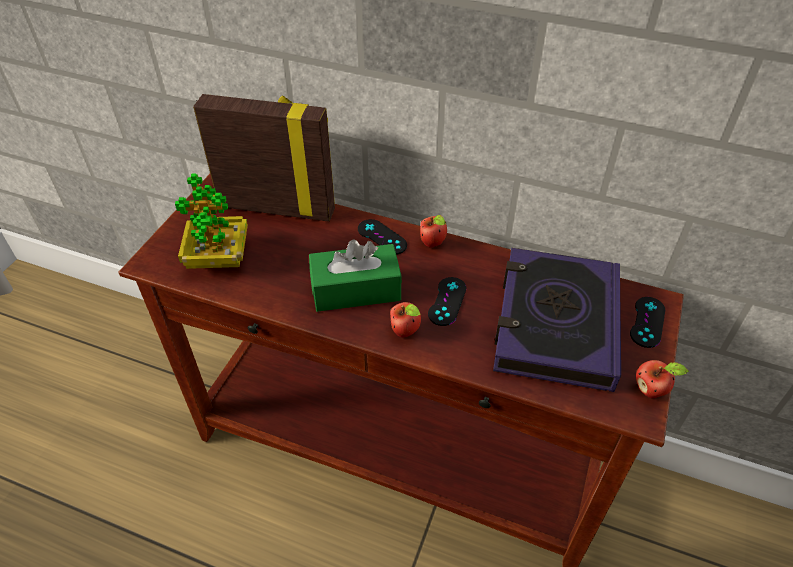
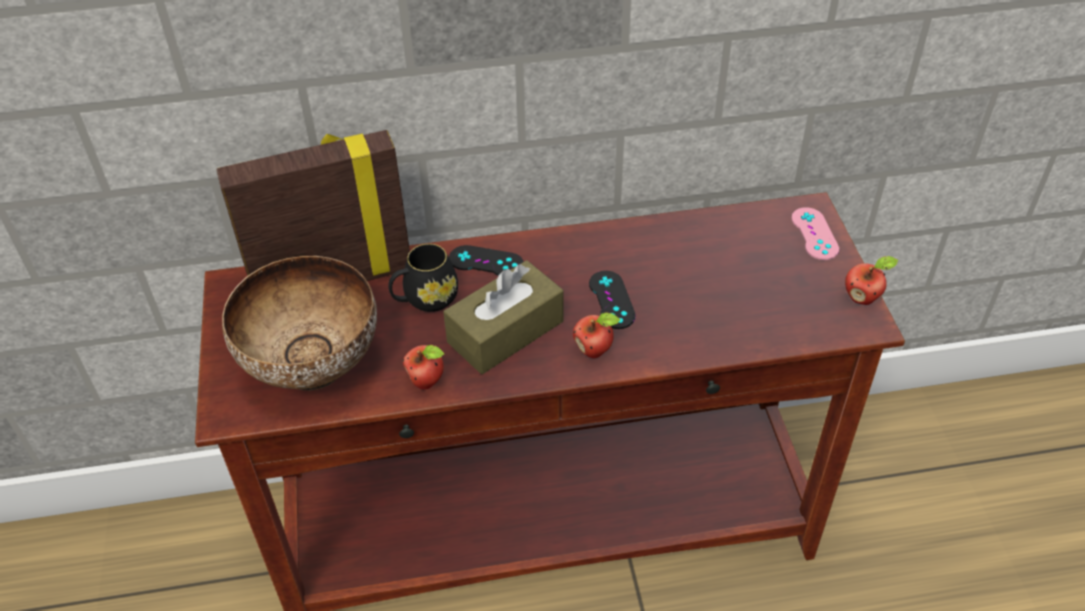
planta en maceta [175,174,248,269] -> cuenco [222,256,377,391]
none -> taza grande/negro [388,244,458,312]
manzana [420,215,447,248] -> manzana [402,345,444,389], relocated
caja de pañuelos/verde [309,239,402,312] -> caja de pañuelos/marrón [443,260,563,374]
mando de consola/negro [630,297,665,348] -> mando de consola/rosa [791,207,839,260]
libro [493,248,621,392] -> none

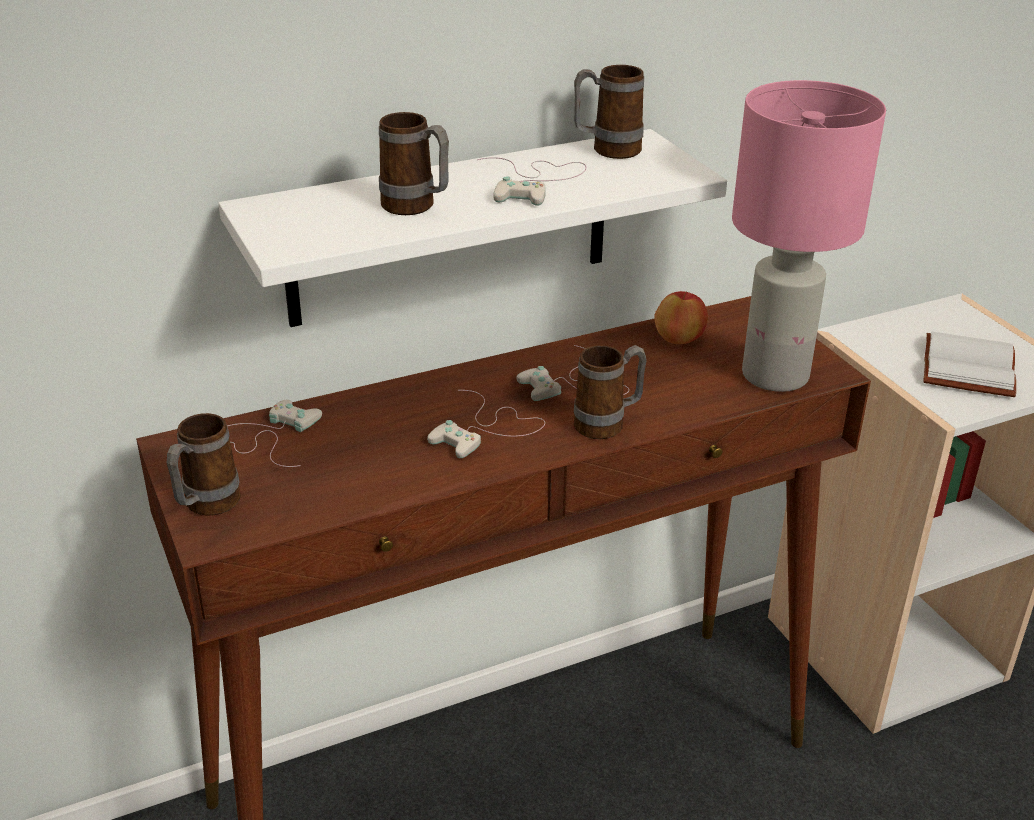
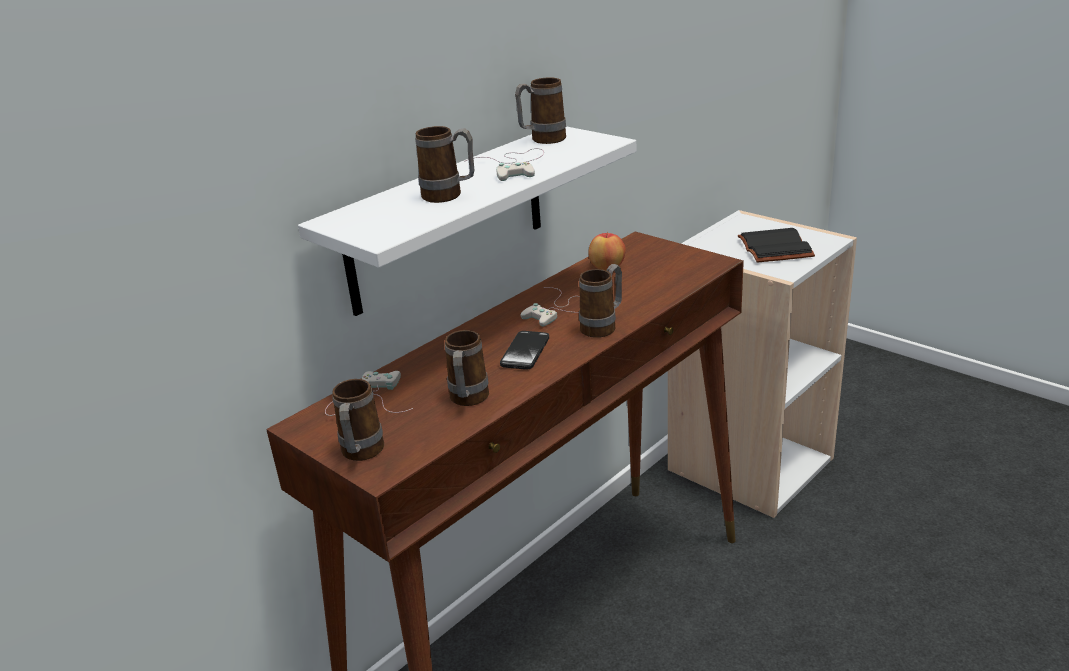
none -> taza grande [445,330,489,406]
mando de consola/blanco [427,390,545,458] -> móvil [500,331,549,370]
libro/blanco [923,331,1016,397] -> libro/negro [738,228,815,263]
lámpara de mesa/rosa [732,80,886,392] -> none

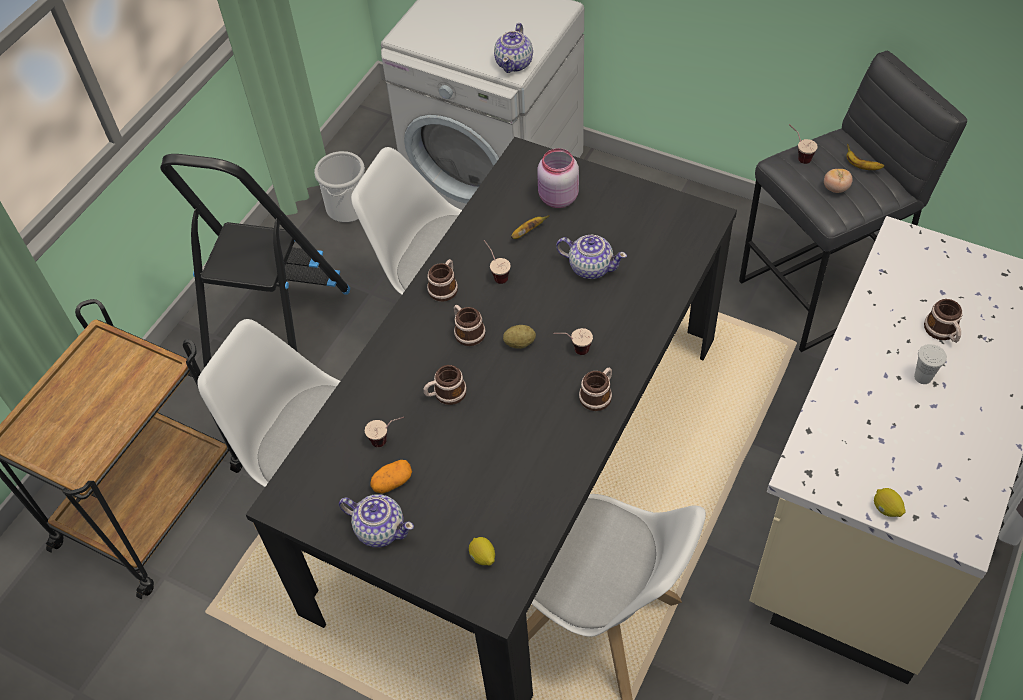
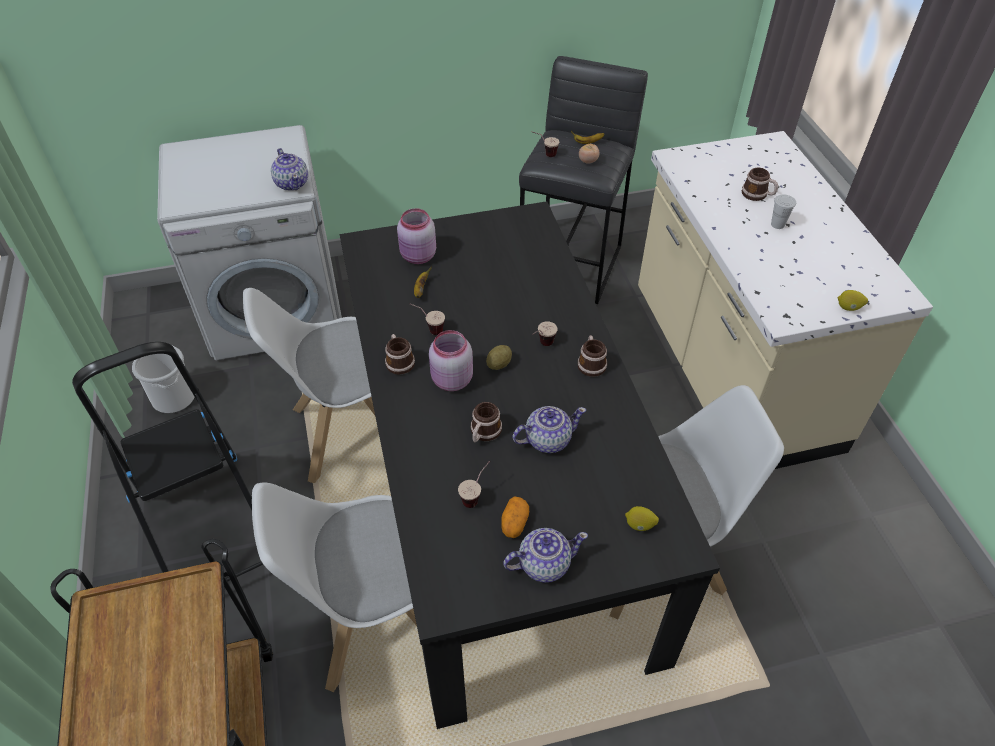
taza grande [454,305,486,346] -> tarro/rosa [429,330,473,391]
tetera [556,235,627,279] -> tetera [512,406,586,453], relocated

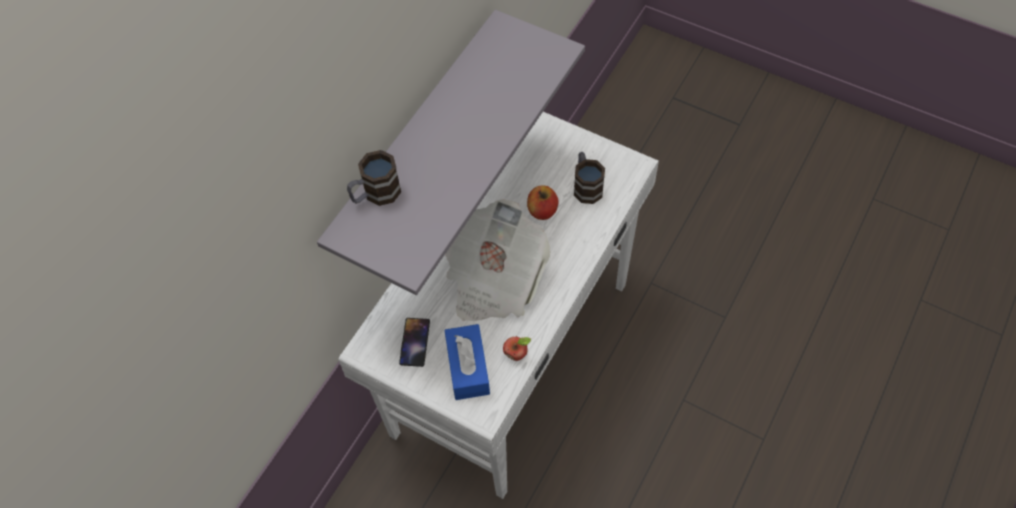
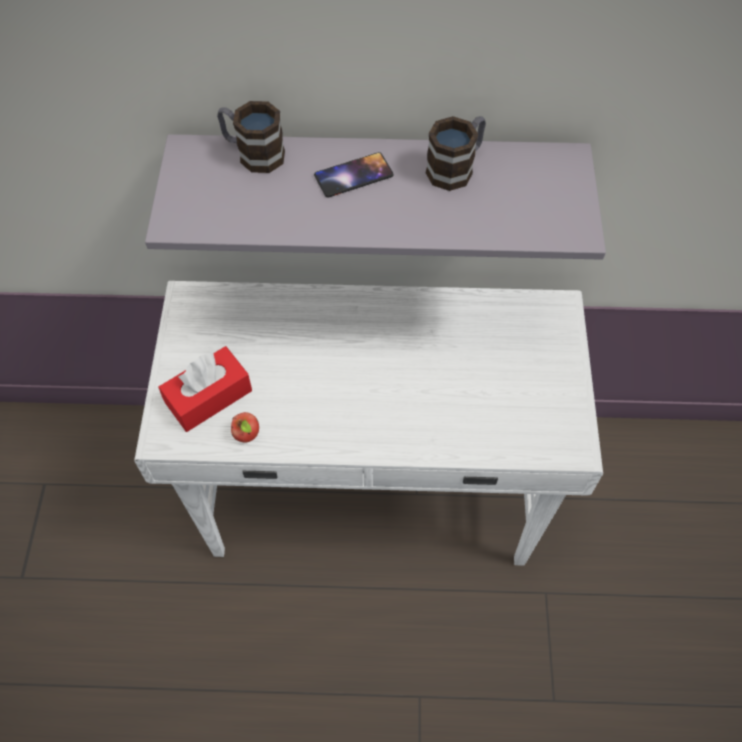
caja de pañuelos/azul [444,324,490,400] -> caja de pañuelos/rojo [158,346,252,432]
móvil [399,318,430,367] -> móvil [314,152,394,197], relocated
taza grande [574,152,605,204] -> taza grande [425,116,486,191], relocated
periódico [445,200,550,321] -> none
manzana [527,185,559,220] -> none

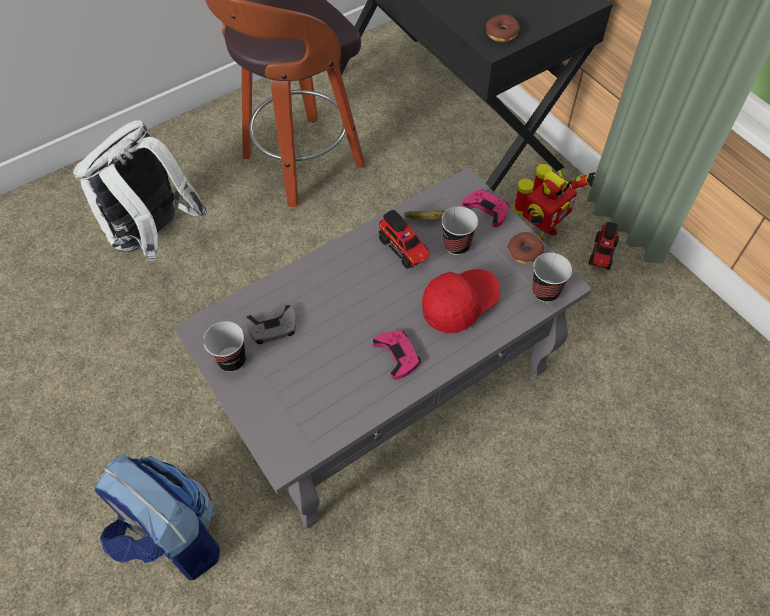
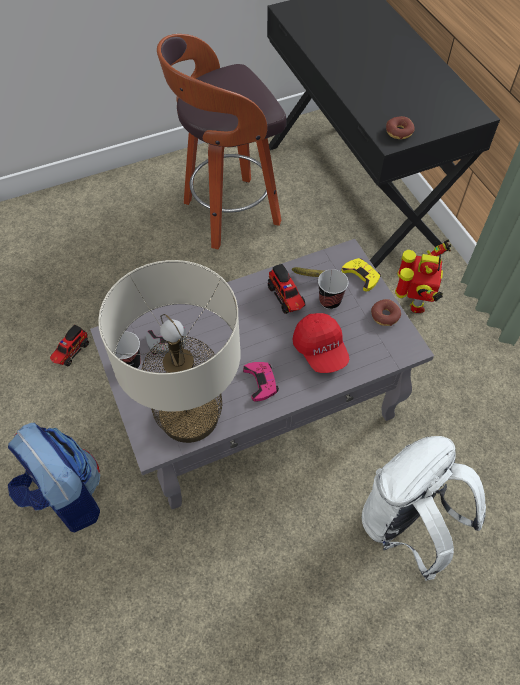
camión de juguete [588,222,619,270] -> camión de juguete [50,325,89,366], relocated
none -> lámpara de mesa [98,260,241,443]
gorra/rojo [422,269,500,333] -> gorra/rojo [292,313,349,373], 90 degrees clockwise
mando de consola/rosa [462,189,510,227] -> mando de consola/amarillo [341,258,381,292]
mochila/blanco [73,120,208,261] -> mochila/blanco [362,436,486,581], relocated
robot de juguete [513,164,596,241] -> robot de juguete [395,239,451,313], 45 degrees counterclockwise
taza [532,253,572,302] -> none

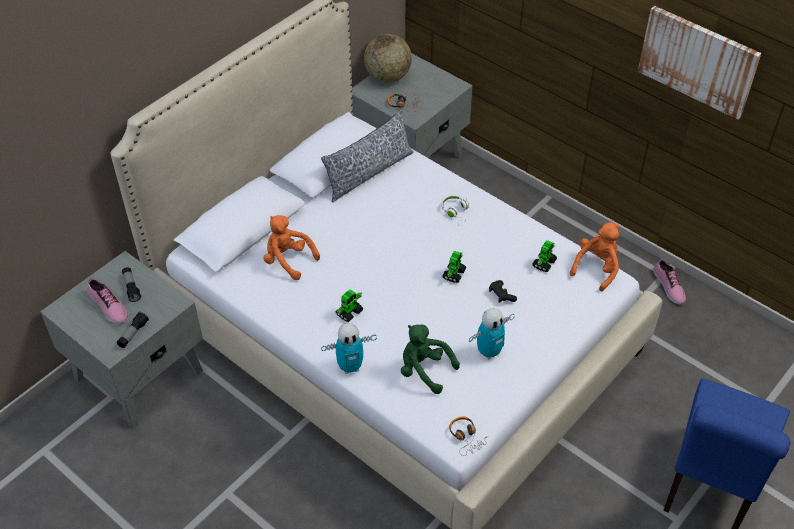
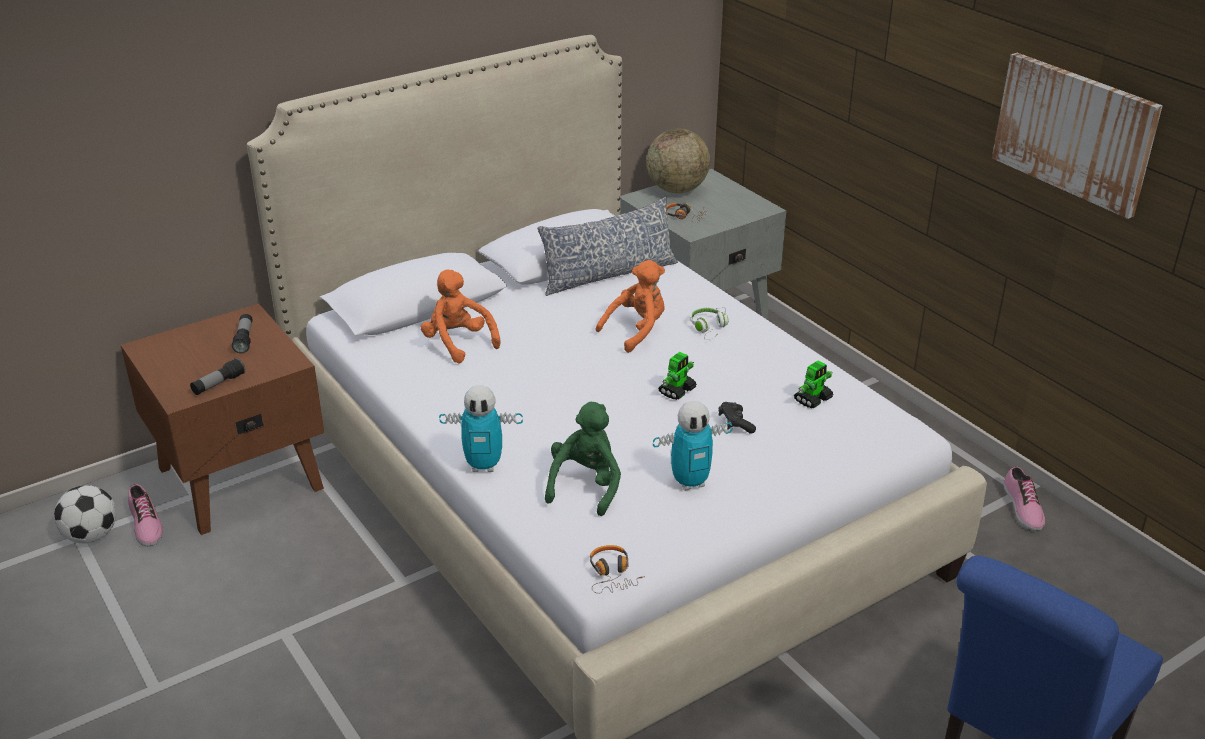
none -> balón de fútbol [54,485,116,543]
mesita de noche/gris [40,251,203,429] -> mesita de noche/marrón [121,304,324,535]
zapato [88,279,128,324] -> zapato [128,484,164,546], relocated
peluche/verde [401,325,460,394] -> peluche/verde [545,402,621,516], 60 degrees clockwise
peluche/naranja [570,223,619,291] -> peluche/naranja [596,260,665,353], relocated
robot de juguete [335,289,363,322] -> none

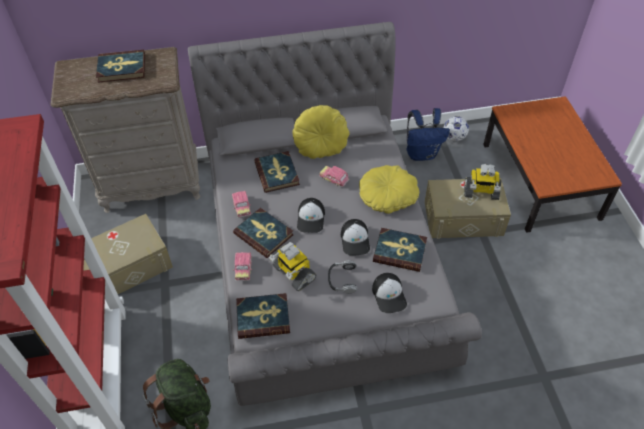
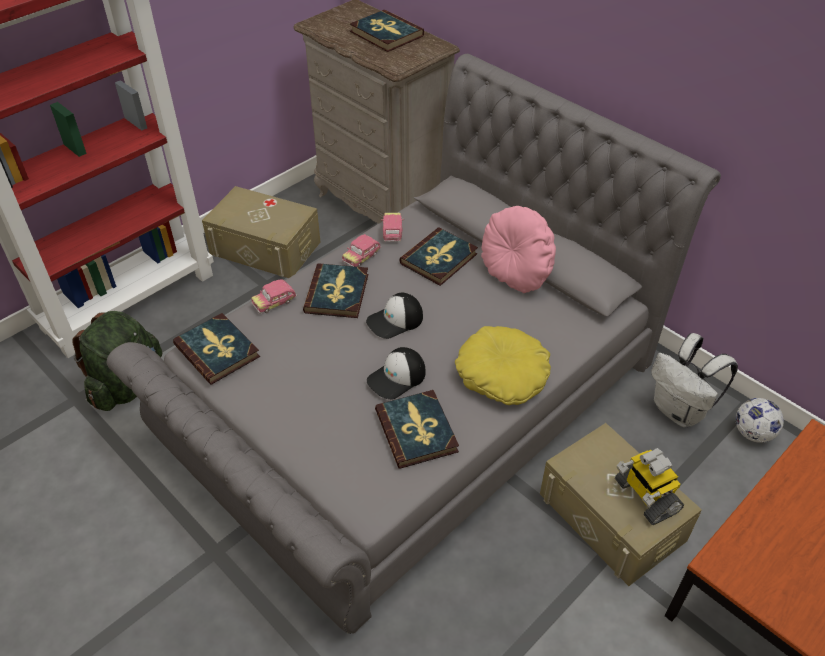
coche de juguete [319,166,349,187] -> coche de juguete [381,213,404,242], relocated
cojín/amarillo [292,105,350,159] -> cojín/rosa [481,206,556,293]
mochila/azul [407,108,450,161] -> mochila/blanco [651,333,738,428]
robot de juguete [269,242,317,291] -> none
auriculares [328,260,357,294] -> none
gorra [372,273,407,313] -> none

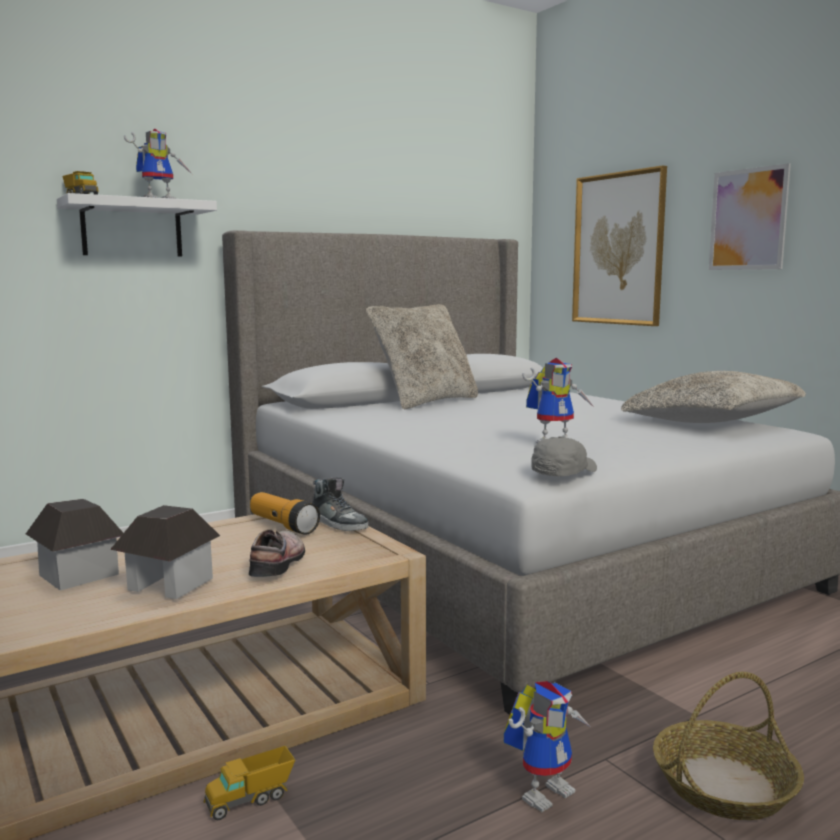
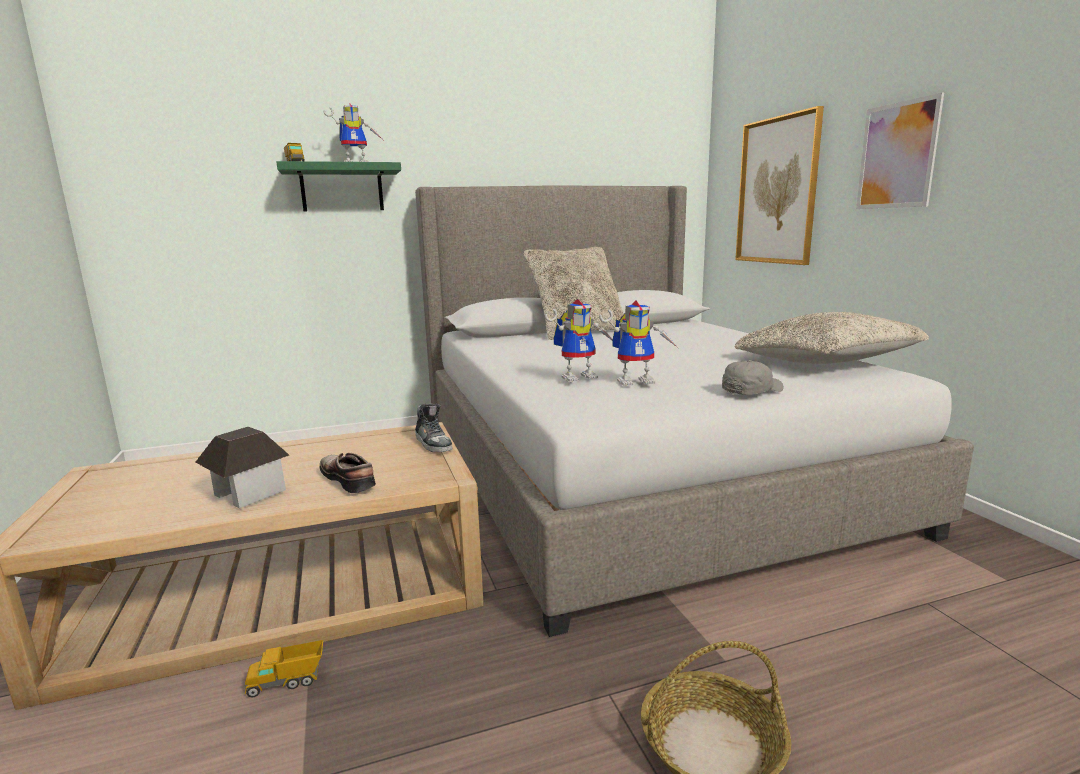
estante/blanco [57,193,217,257] -> estante/verde [276,161,401,212]
zapato [249,529,305,577] -> zapato [320,453,376,493], 60 degrees counterclockwise
robot de juguete [504,681,590,813] -> robot de juguete [545,299,613,382], relocated
gorra/gris [531,436,597,477] -> gorra/gris [722,360,784,395], relocated
casita [26,499,123,591] -> none
linterna [250,492,320,535] -> none

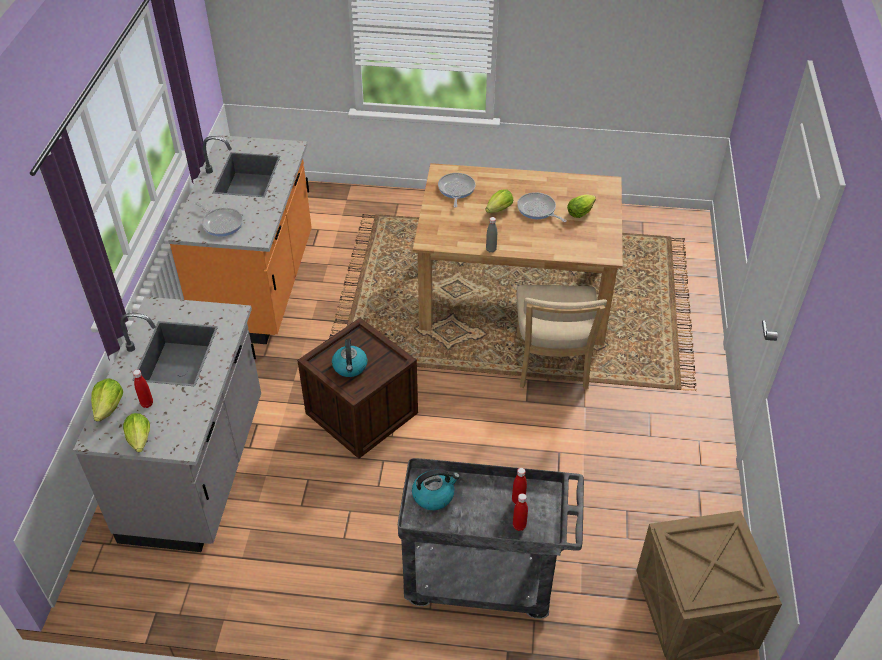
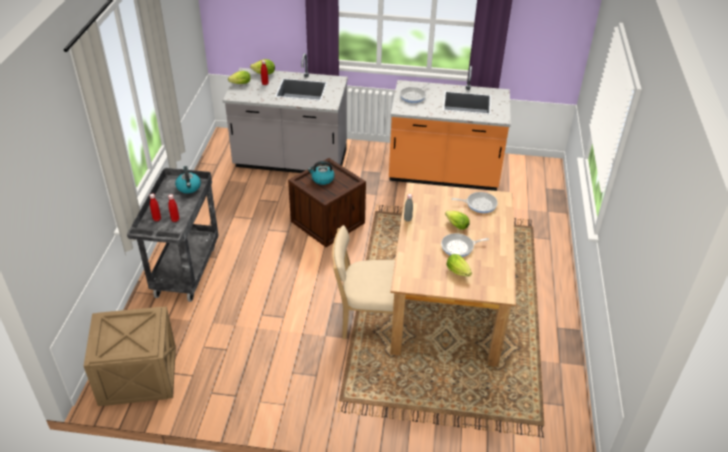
sartén [517,192,567,222] -> sartén [441,233,489,257], 150 degrees counterclockwise

